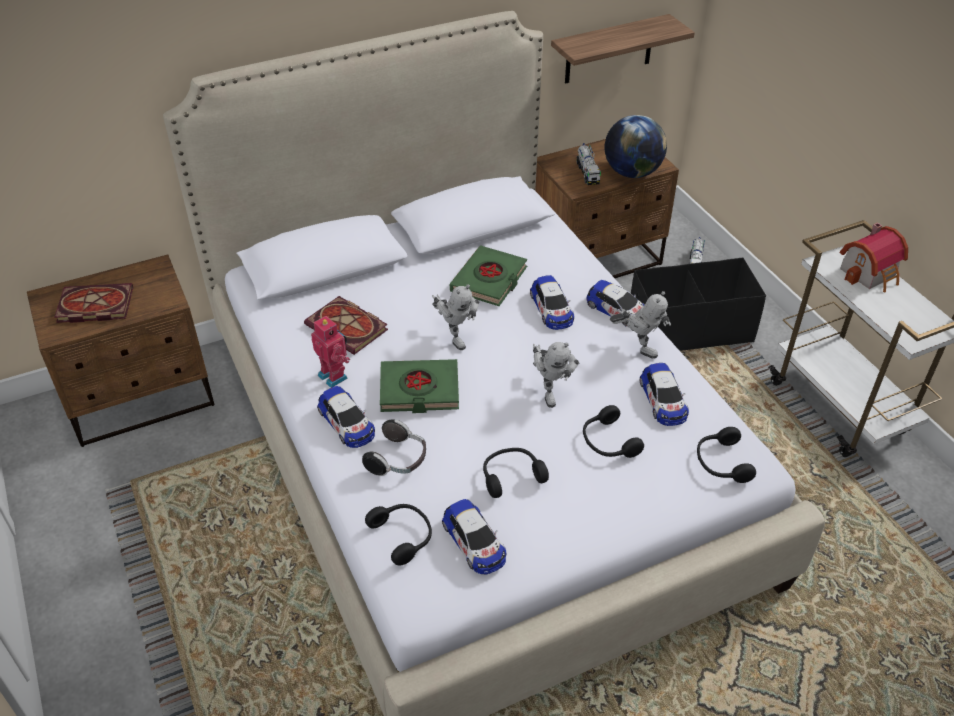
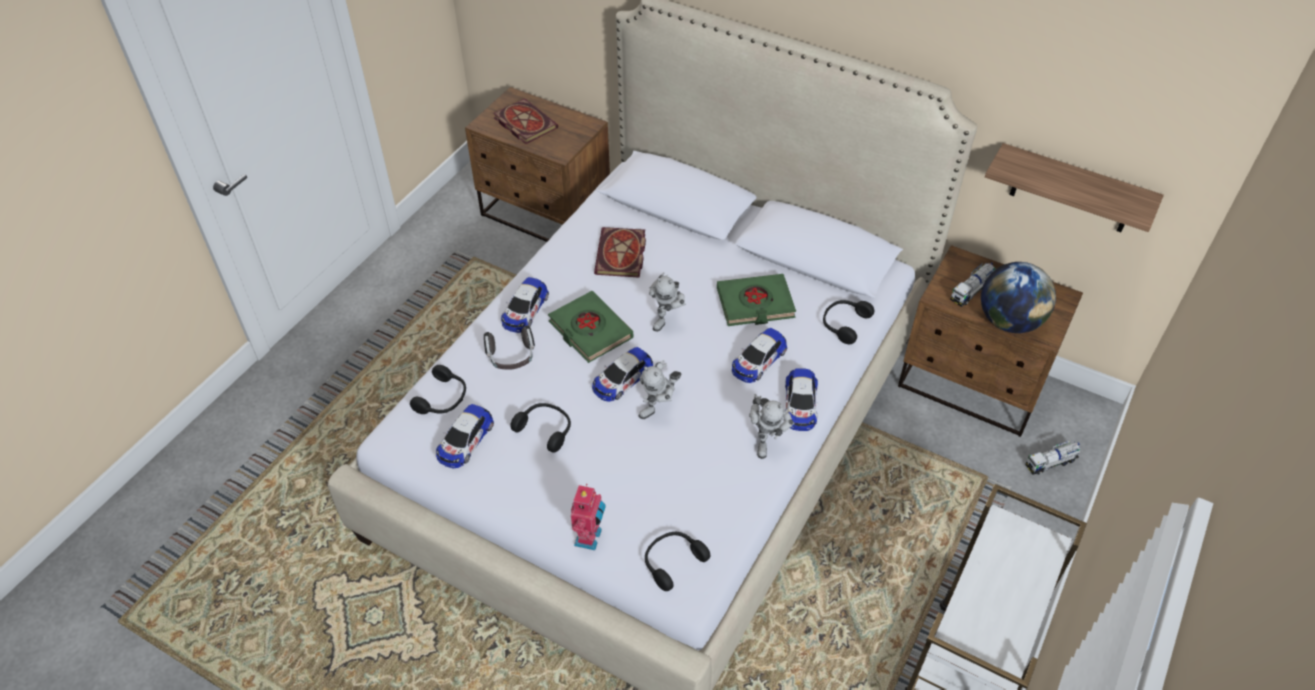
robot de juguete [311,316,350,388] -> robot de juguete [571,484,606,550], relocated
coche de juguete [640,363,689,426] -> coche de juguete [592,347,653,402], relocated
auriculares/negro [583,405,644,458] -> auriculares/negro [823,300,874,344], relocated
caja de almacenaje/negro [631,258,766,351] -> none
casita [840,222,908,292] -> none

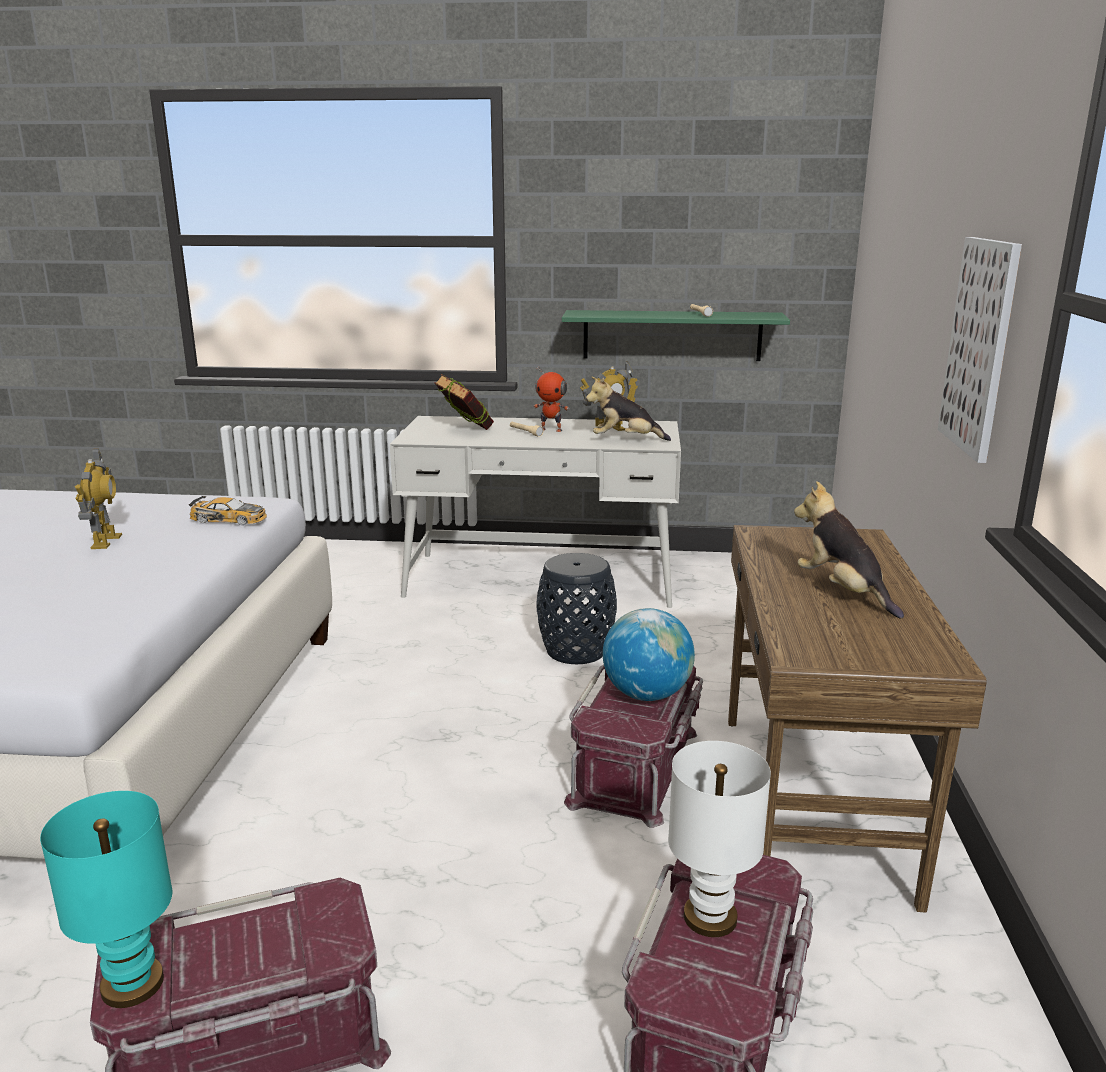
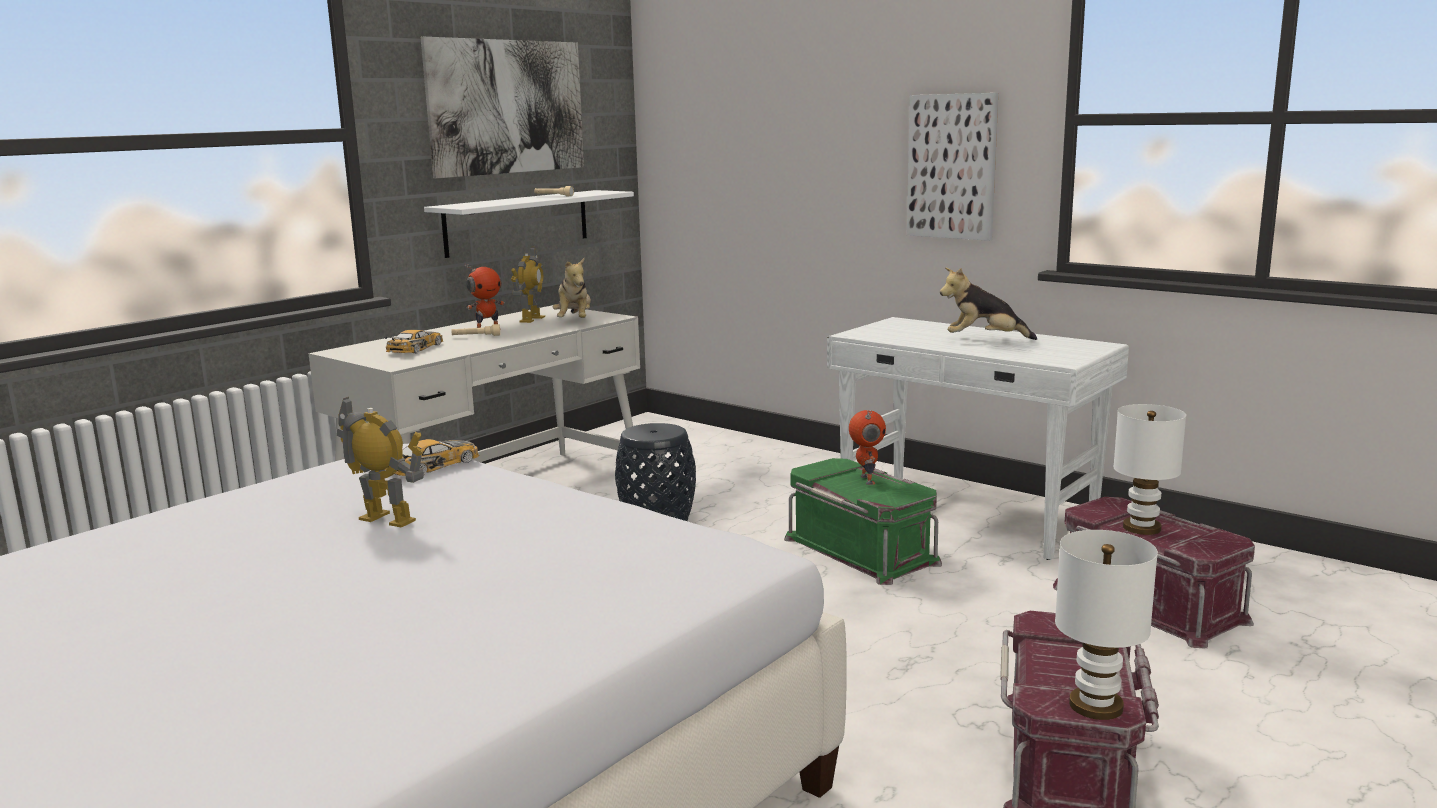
libro [434,374,494,430] -> coche de juguete [385,330,443,353]
none -> cuadro [421,37,584,178]
estante/verde [562,310,790,361] -> estante/blanco [424,190,634,258]
peluche [586,377,671,441] -> peluche [553,258,591,318], 45 degrees counterclockwise
caja de almacenaje/rojo [564,665,703,828] -> caja de almacenaje/verde [784,458,942,585]
mesa consola/marrón [728,525,987,913] -> mesa consola/blanco [827,317,1129,560]
globo terráqueo [603,608,695,701] -> robot de juguete [849,410,886,485]
lámpara de mesa/turquesa [40,791,172,1008] -> lámpara de mesa/blanco [1055,530,1158,720]

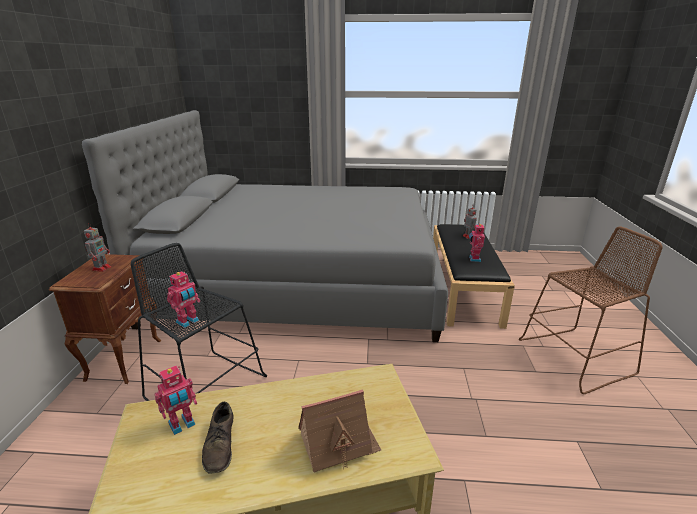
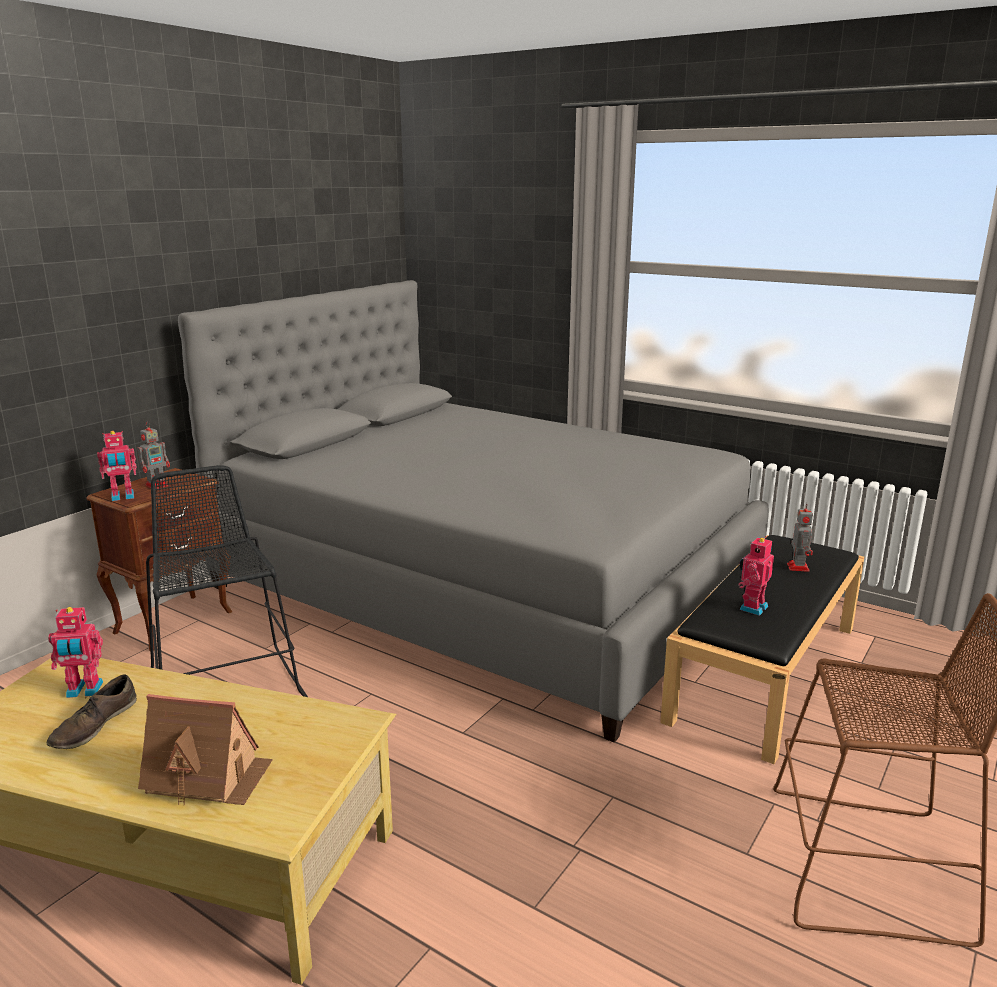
robot de juguete [167,270,200,328] -> robot de juguete [97,431,137,501], relocated

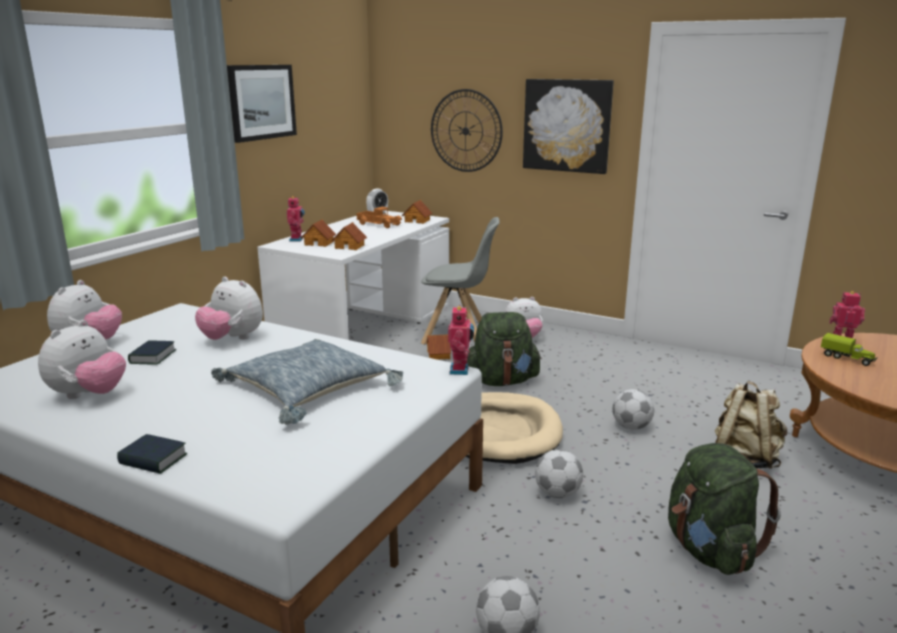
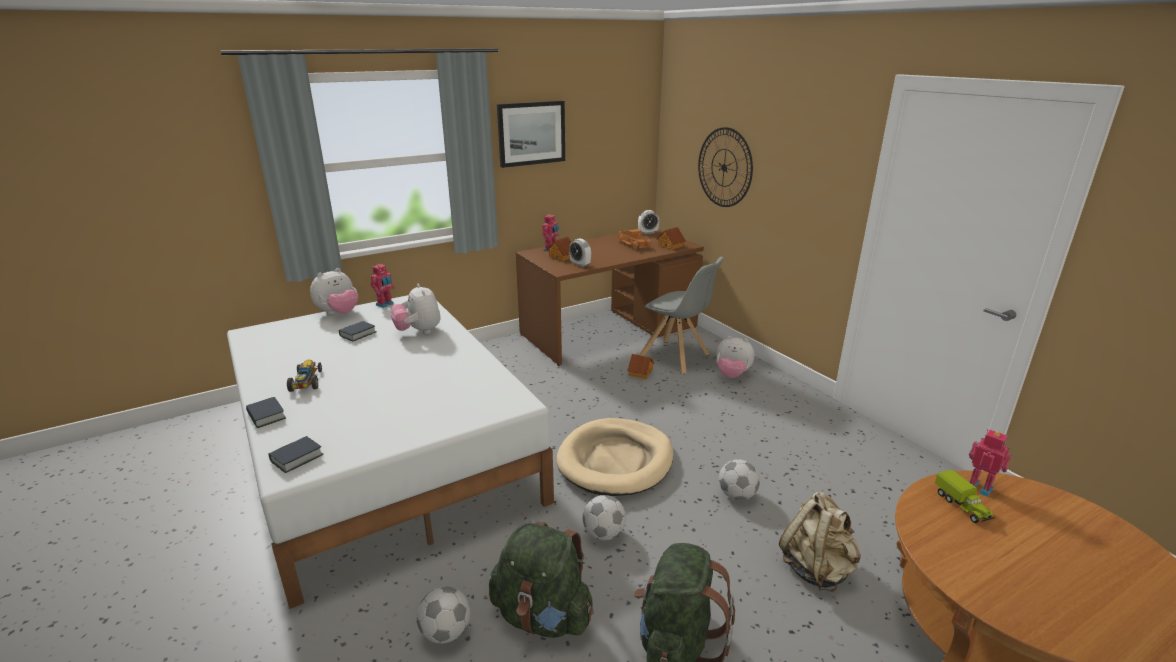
none -> libro [269,436,324,473]
none -> coche de juguete [287,360,322,392]
robot de juguete [448,305,474,375] -> robot de juguete [370,263,395,308], relocated
mochila/verde [467,312,542,386] -> mochila/verde [489,522,594,638], relocated
escritorio/blanco [257,211,449,340] -> escritorio/marrón [516,229,704,366]
casita [331,222,367,250] -> despertador [569,238,591,267]
peluche [38,320,126,399] -> none
cojín [211,339,403,425] -> none
cuadro [523,79,614,174] -> none

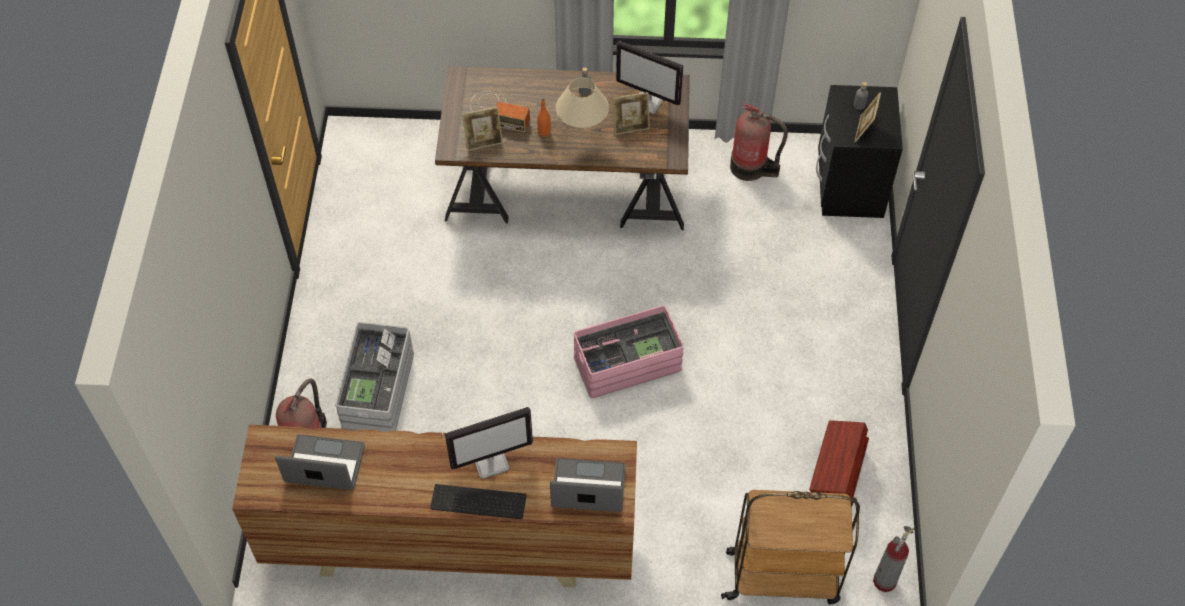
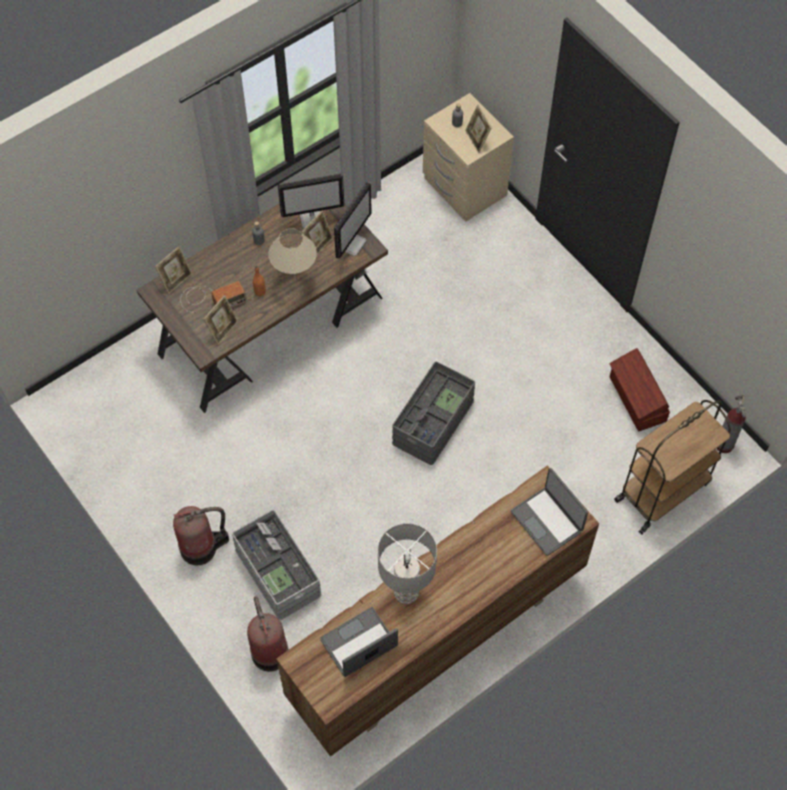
none -> portarretratos [155,246,192,294]
extintor [730,103,788,181] -> extintor [173,506,229,565], relocated
monitor [445,407,533,479] -> monitor [334,182,372,259], relocated
none -> lámpara de mesa/blanco [378,523,437,604]
caja de almacenaje/rosa [574,305,683,398] -> caja de almacenaje/gris [392,362,476,465]
mesita de noche/negro [816,85,903,218] -> mesita de noche/beis [423,93,514,222]
portátil [550,458,626,512] -> portátil [511,468,588,556], 90 degrees counterclockwise
teclado [430,484,527,519] -> none

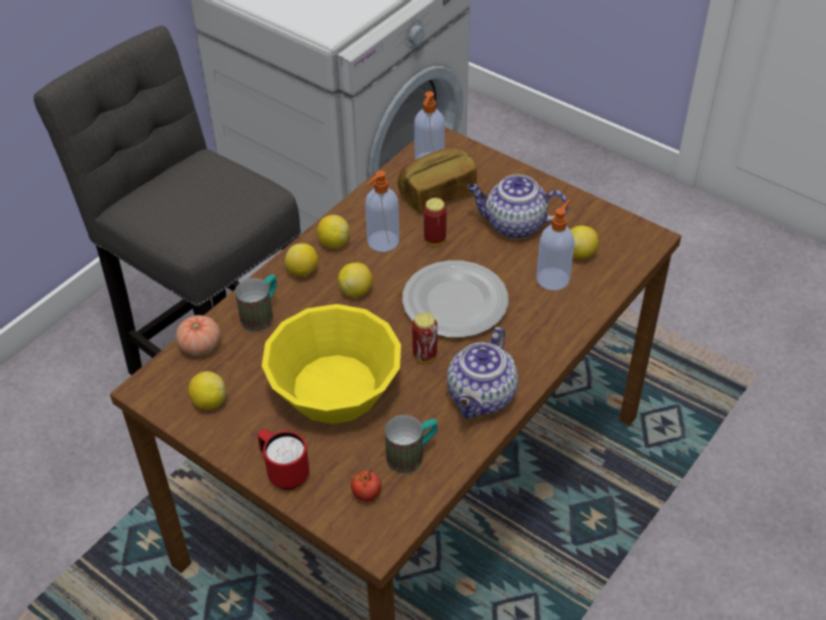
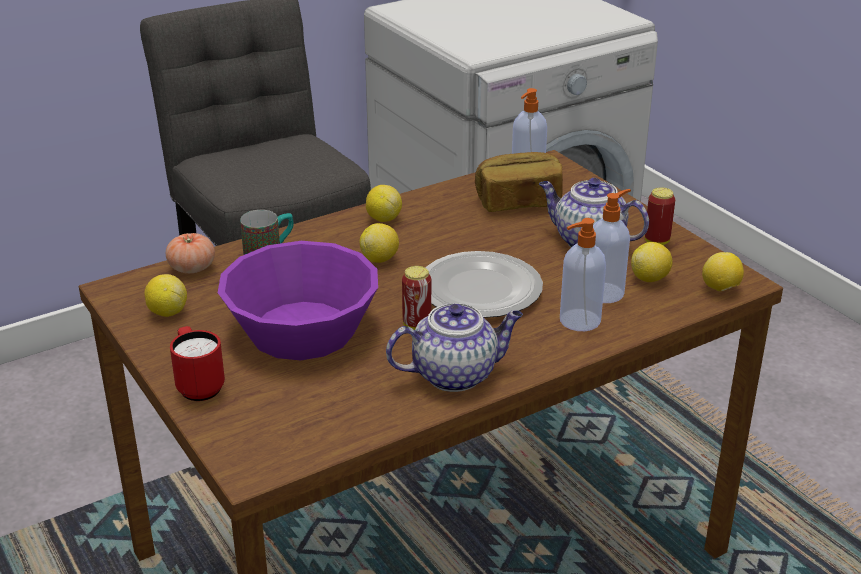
cuenco/amarillo [262,304,401,424] -> cuenco/morado [218,241,378,360]
tetera [447,327,518,419] -> tetera [386,303,523,392], 150 degrees counterclockwise
dispensador de jabón [365,170,399,252] -> dispensador de jabón [560,218,606,331], relocated
lata [424,198,447,246] -> lata [645,187,675,245], relocated
limón [285,243,318,277] -> limón [702,252,744,291], relocated
tomate [351,469,382,502] -> none
taza grande [385,415,438,473] -> none

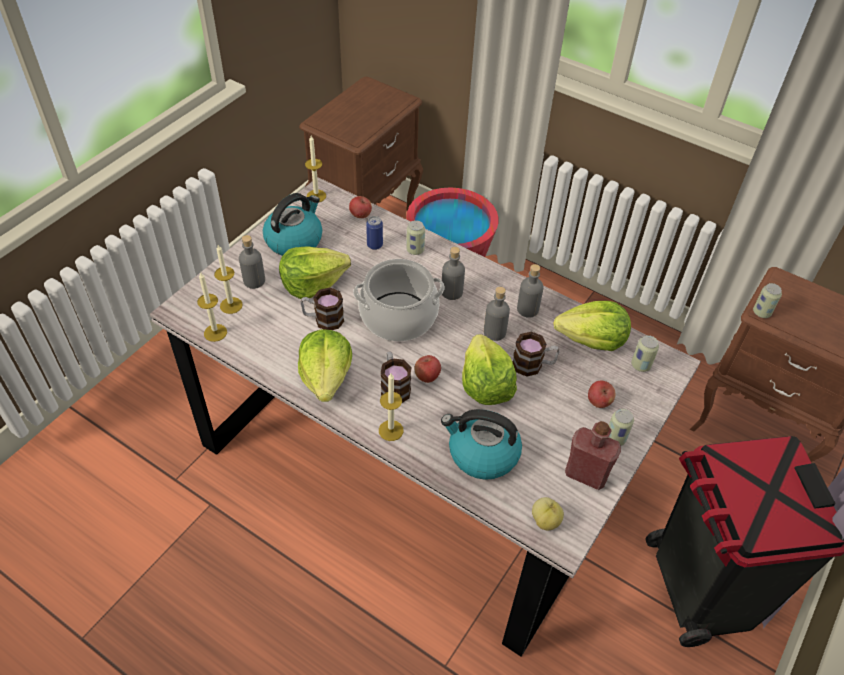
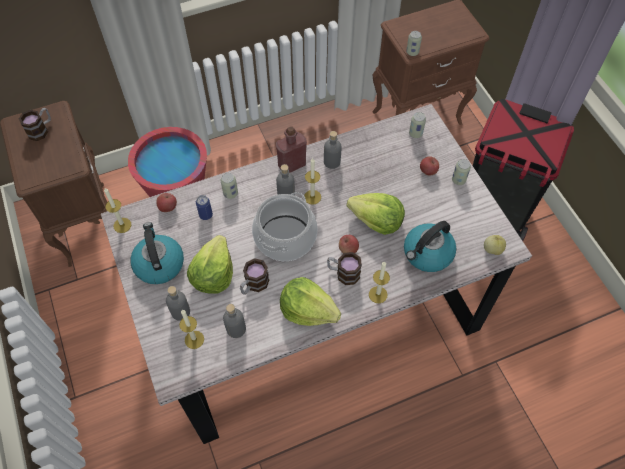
taza grande [513,332,560,377] -> taza grande [19,108,51,141], relocated
botella/gris [484,287,510,341] -> botella/gris [223,304,246,338], relocated
botella/rojo [565,421,621,490] -> botella/rojo [276,126,307,173], relocated
vela [197,273,227,342] -> vela [304,158,321,205], relocated
lechuga [553,301,631,351] -> none

